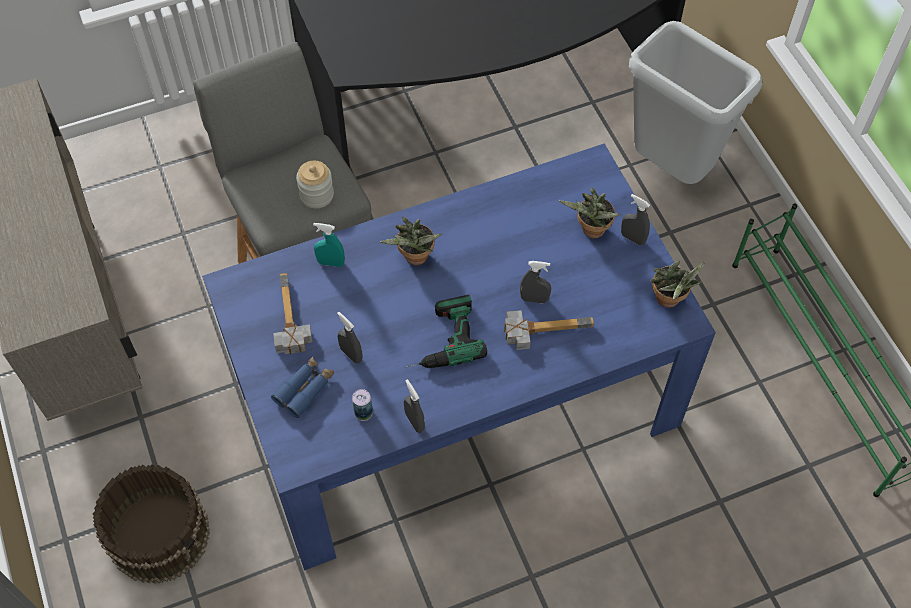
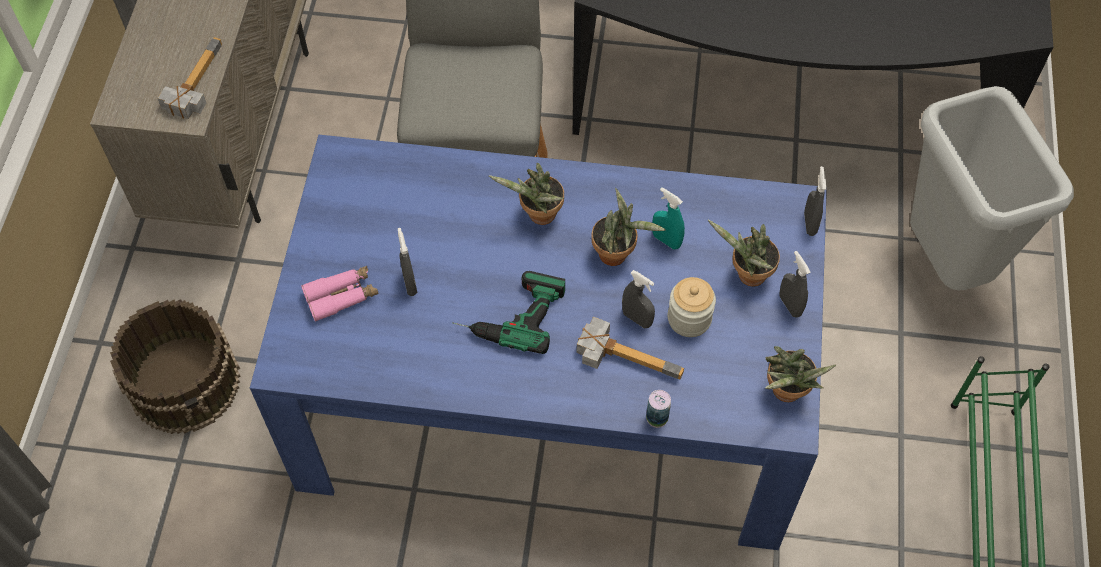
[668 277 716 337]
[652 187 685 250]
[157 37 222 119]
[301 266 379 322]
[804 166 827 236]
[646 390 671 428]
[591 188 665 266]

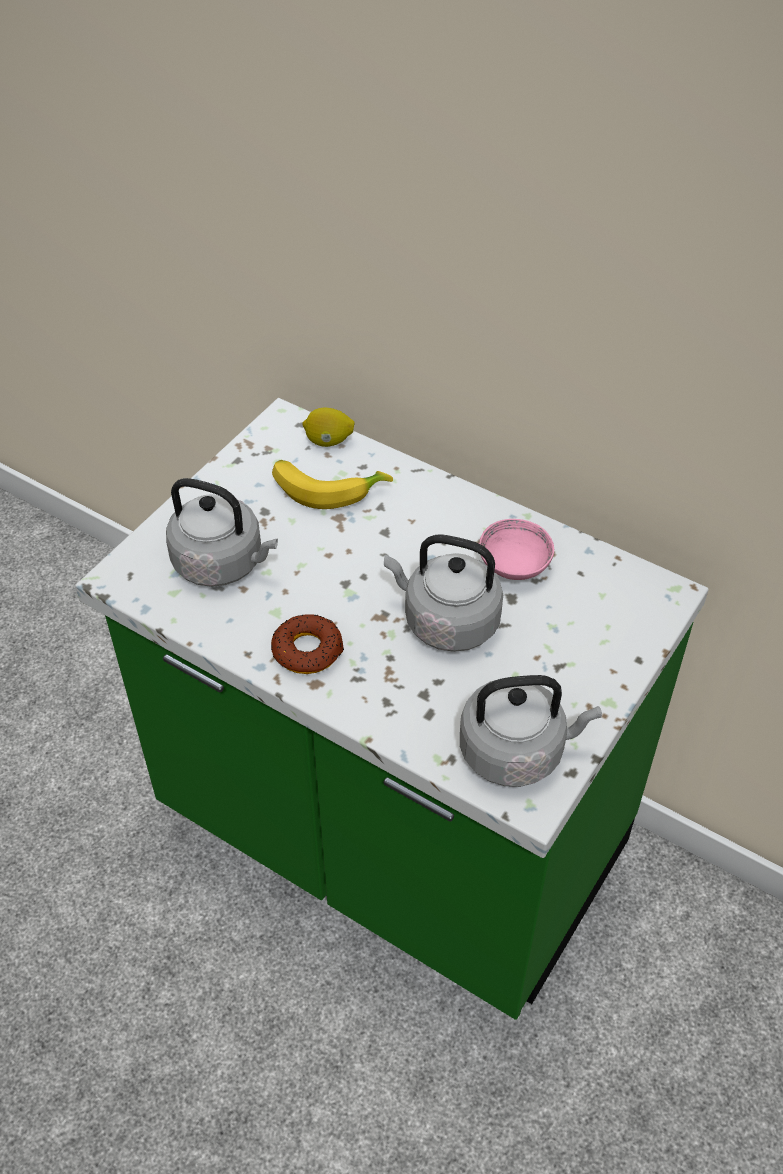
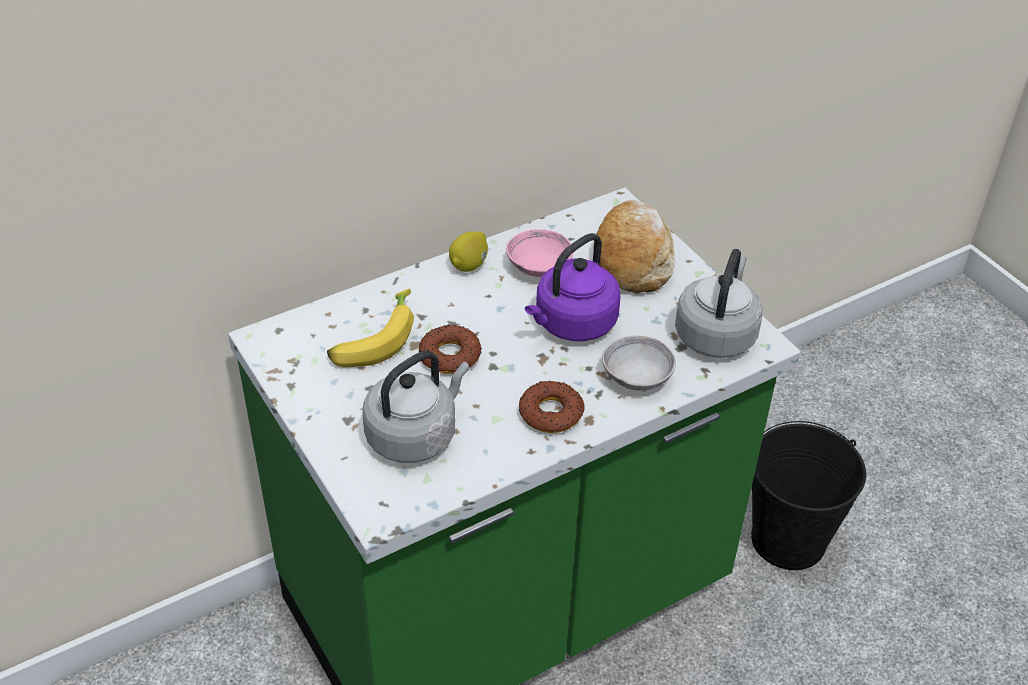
[449 231 488 272]
[525 233 621 341]
[593 200 675 293]
[419 325 482 374]
[602 336 676 391]
[751 421 866 570]

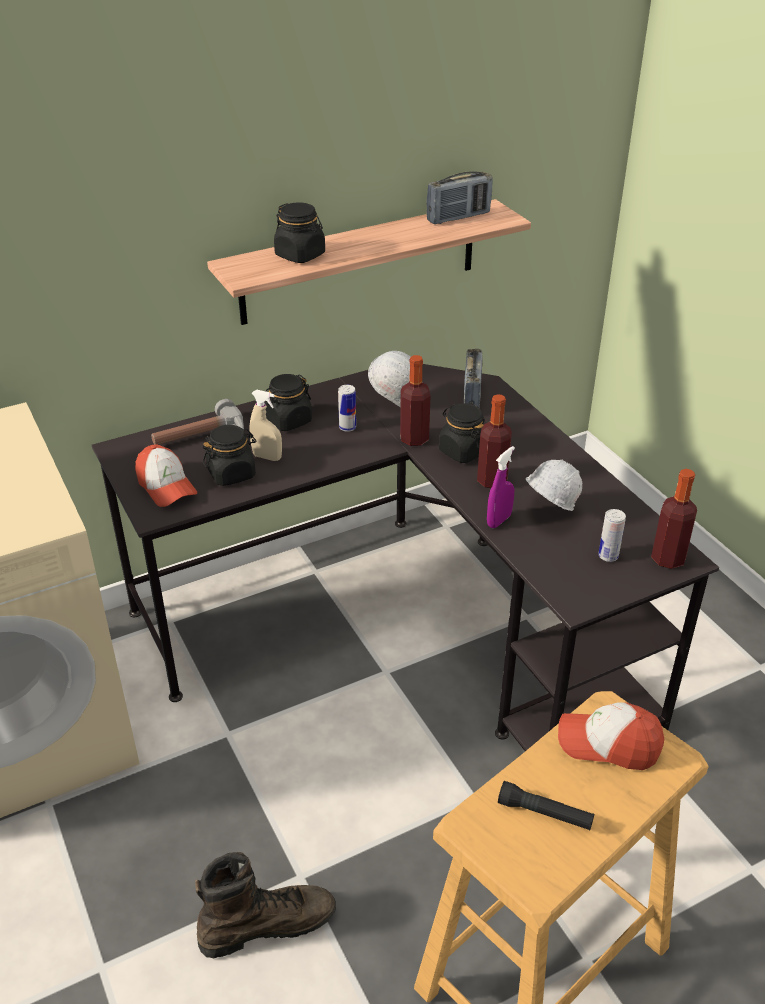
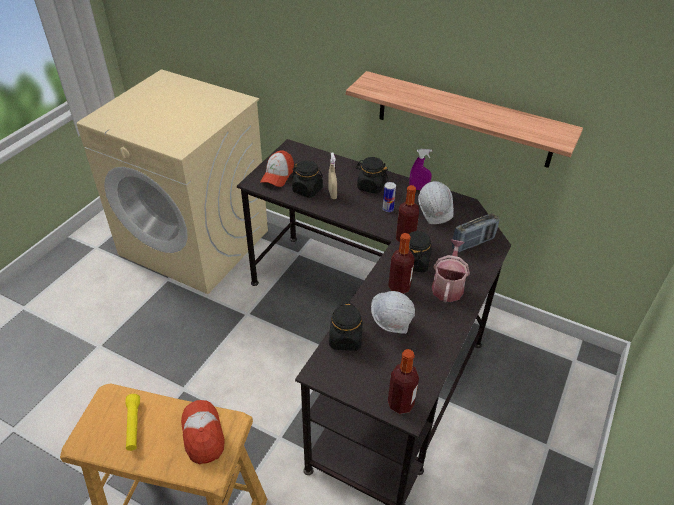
[426 171 493 224] (first image)
[329 303 363 351]
[151 399 244 445] (first image)
[409 149 432 190]
[598 509 626 562] (first image)
[125 394 140 451]
[195 852 336 958] (first image)
[432 240 470 302]

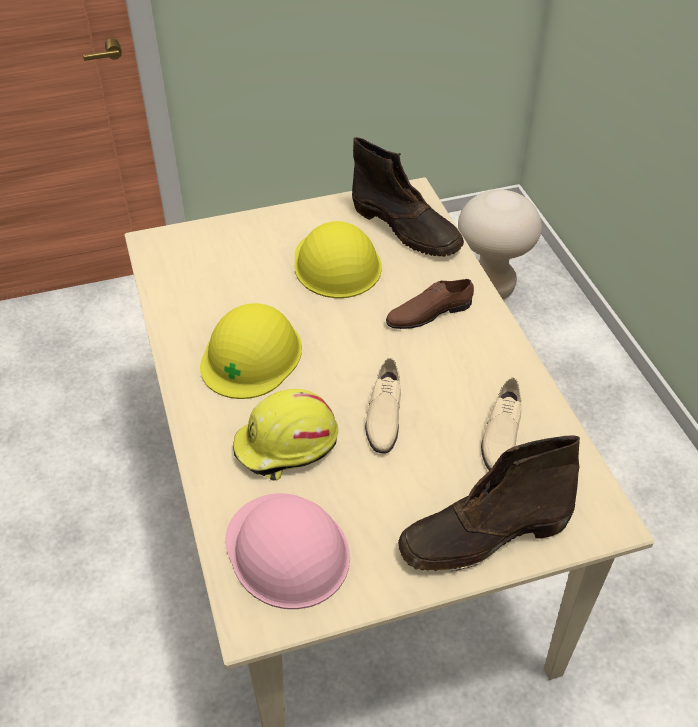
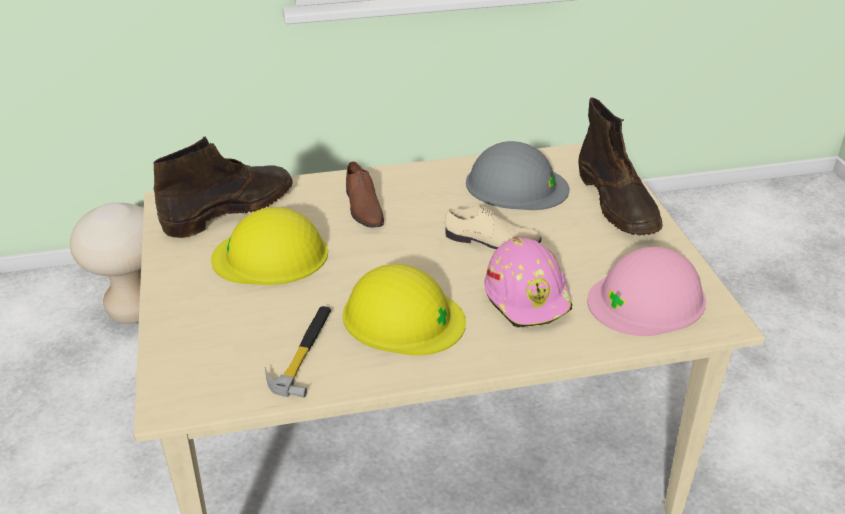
[466 141 570 210]
[484 237 573 328]
[265 306 331 398]

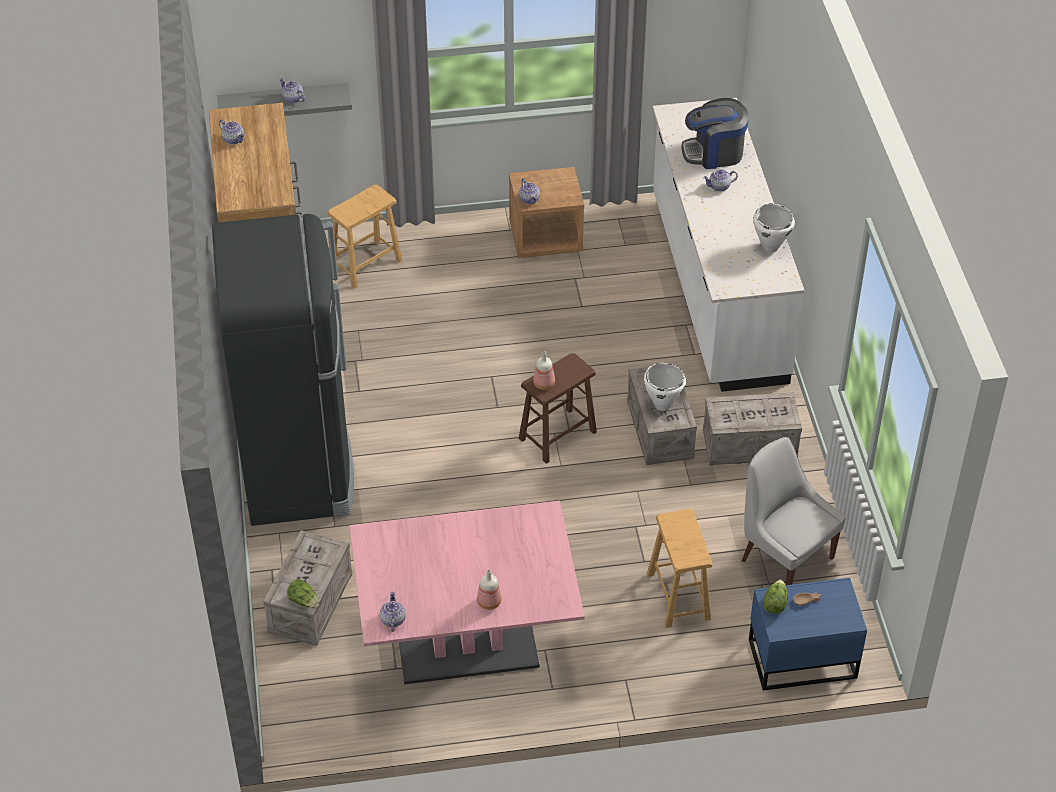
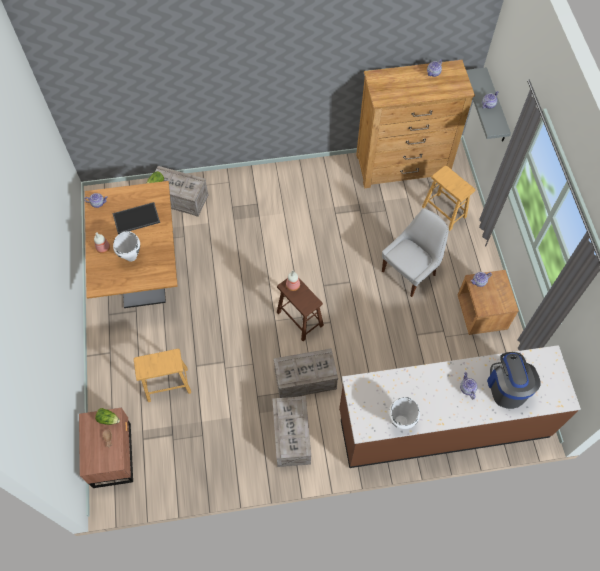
[339 345 581 468]
[212 214 354 526] (first image)
[113 231 140 262]
[382 208 449 297]
[85 181 178 308]
[79 408 133 488]
[113 202 160 234]

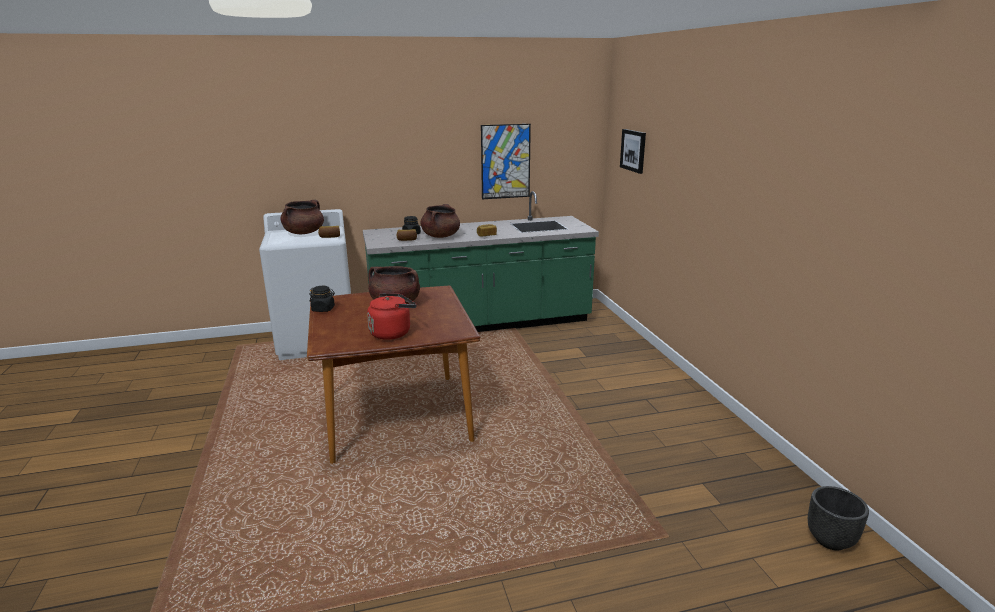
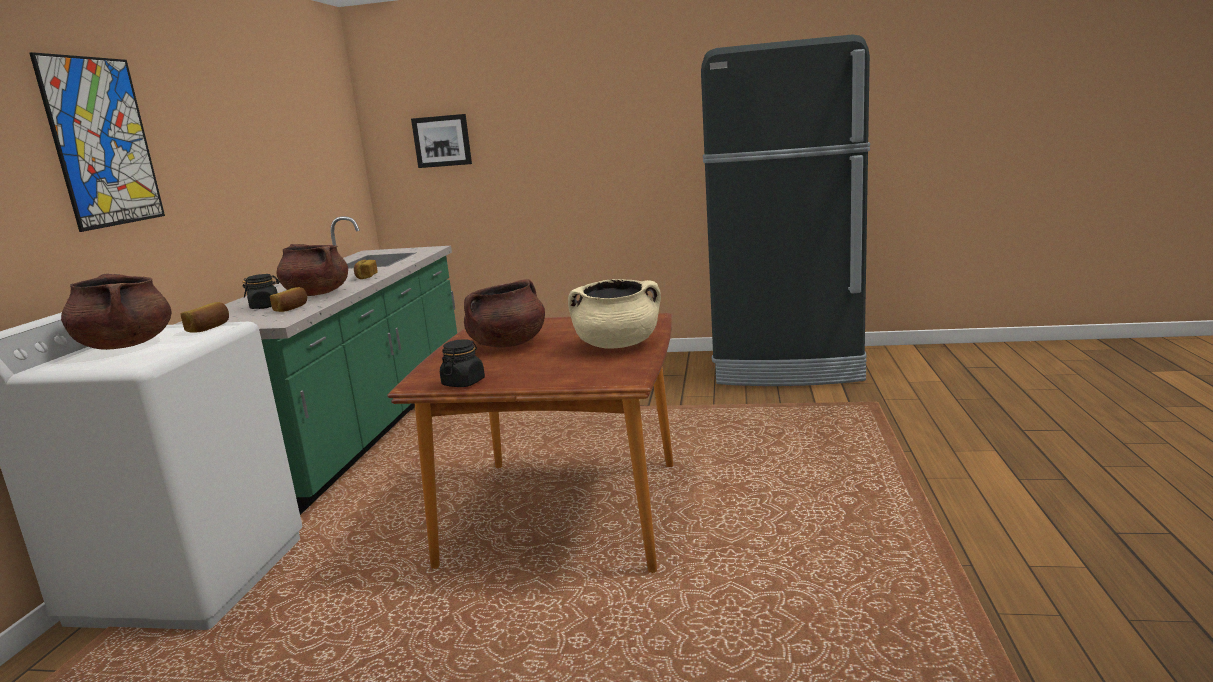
[29 52 165 232]
[568 279 661 348]
[808 486 869 550] (first image)
[701 34 870 386]

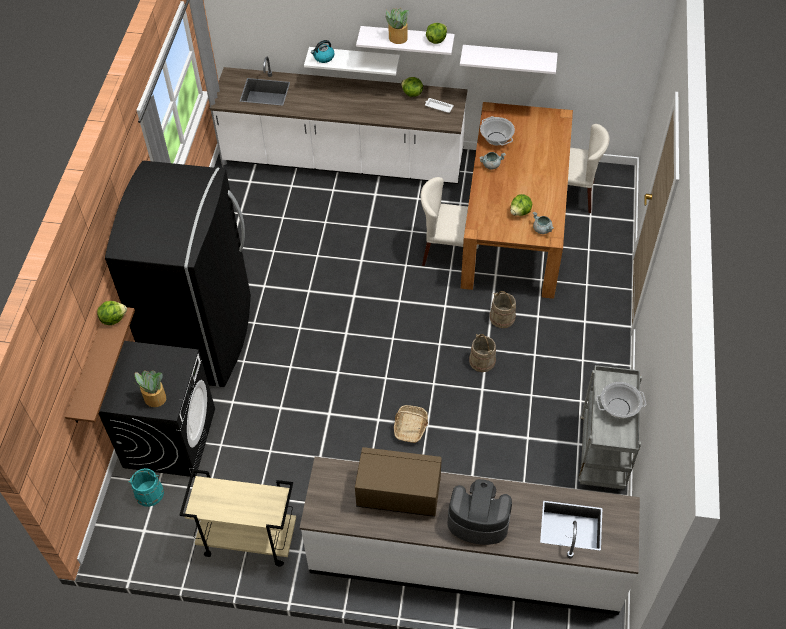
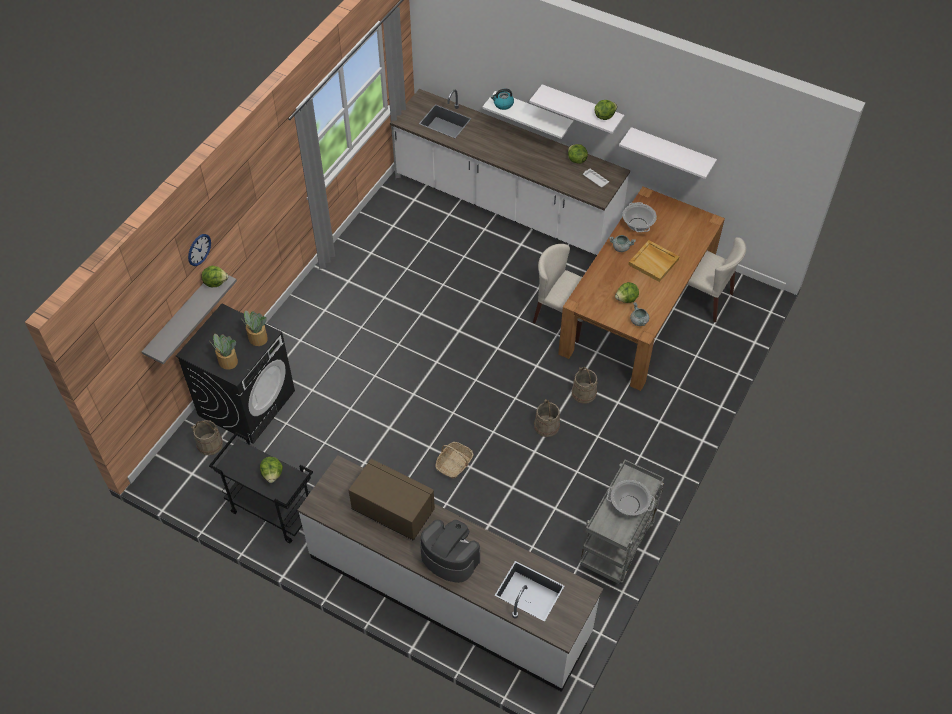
[241 310 268 346]
[105 161 251 387] (first image)
[142 275 237 364]
[191 420 223 455]
[209 432 313 543]
[188 234 211 266]
[629 240 680 282]
[260 457 283 483]

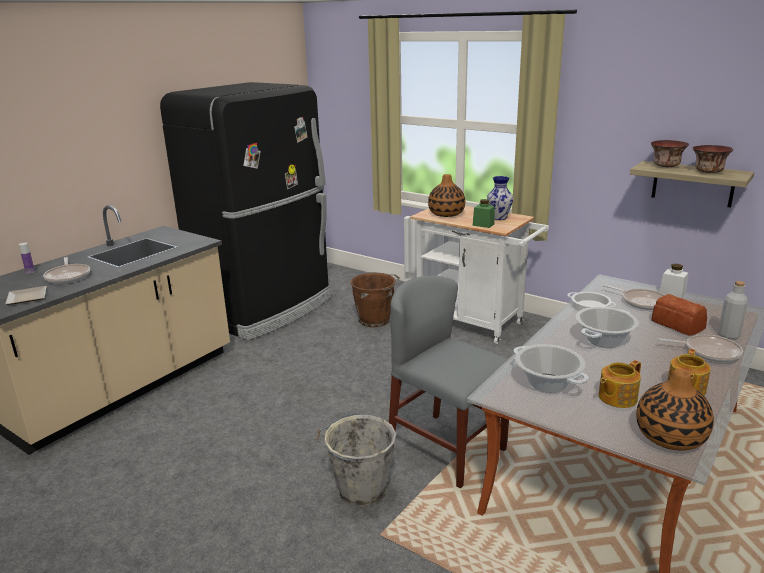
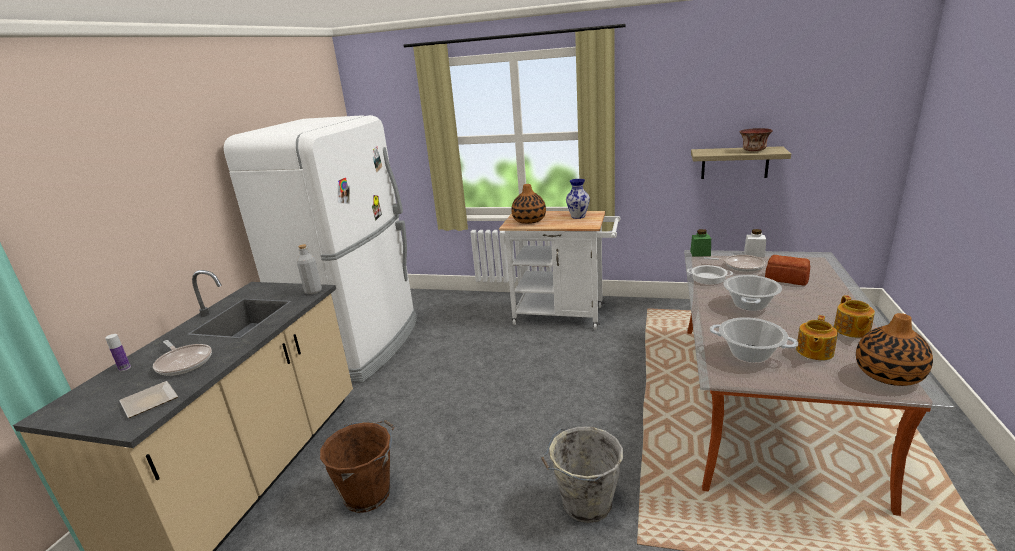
[224 115 417 382]
[651 140 689 167] (first image)
[690 229 711 257]
[320 420 394 513]
[389 276 509 488] (first image)
[297 244 322 294]
[657 334 743 362] (first image)

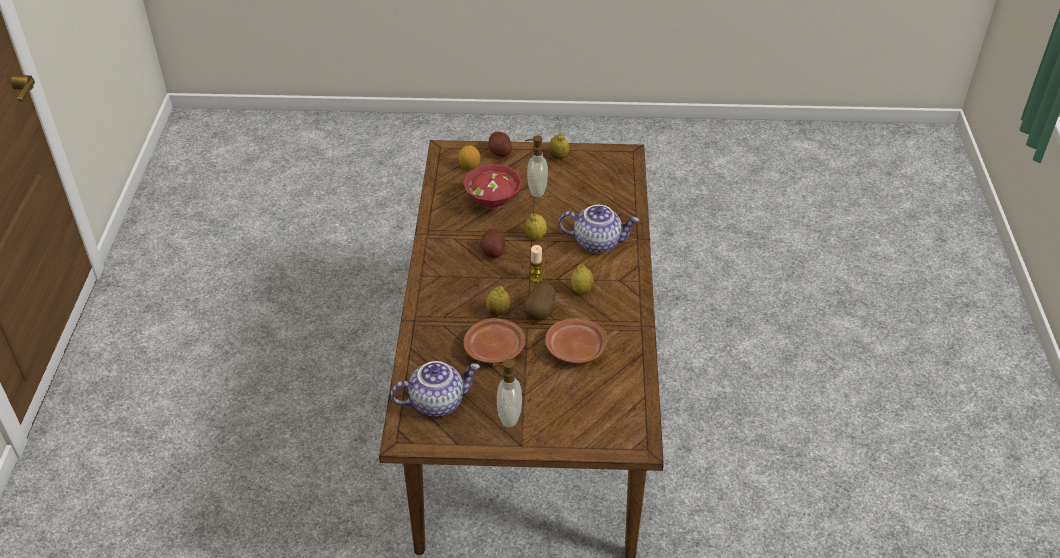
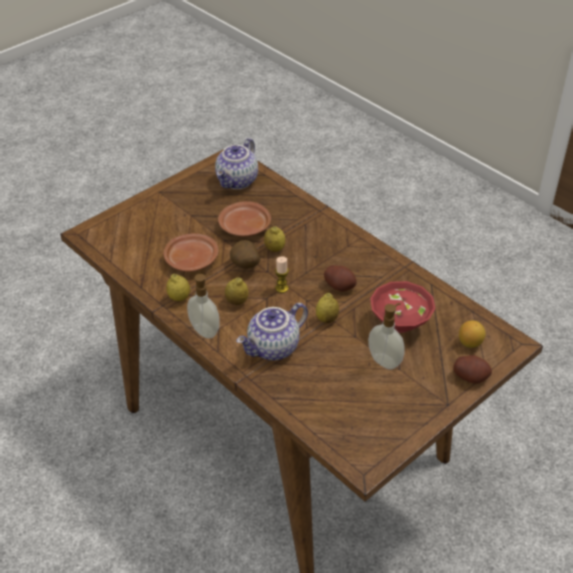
[166 274 190 301]
[187 273 220 339]

